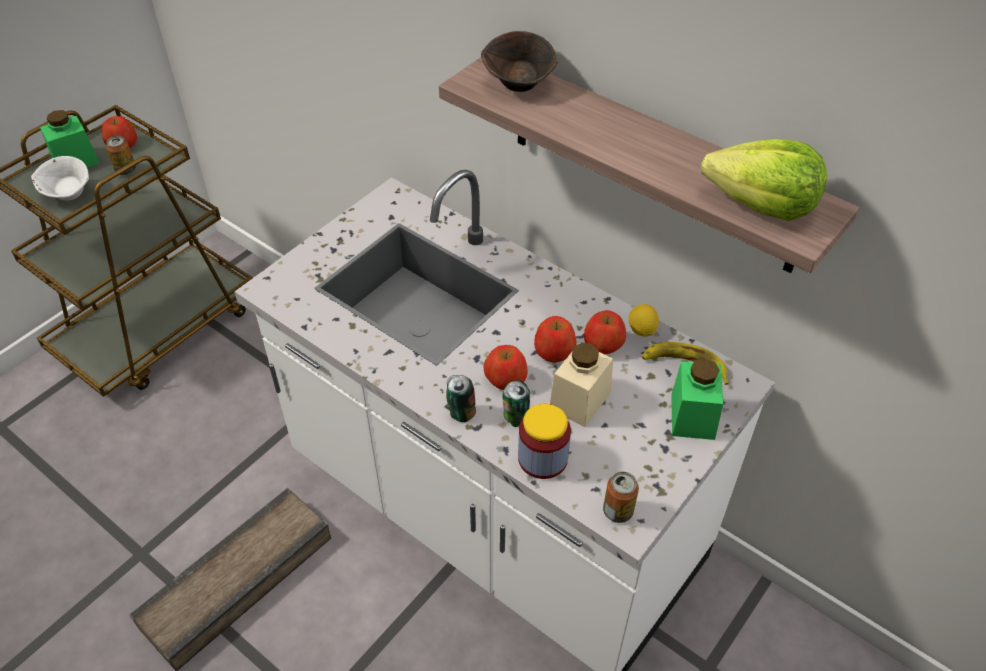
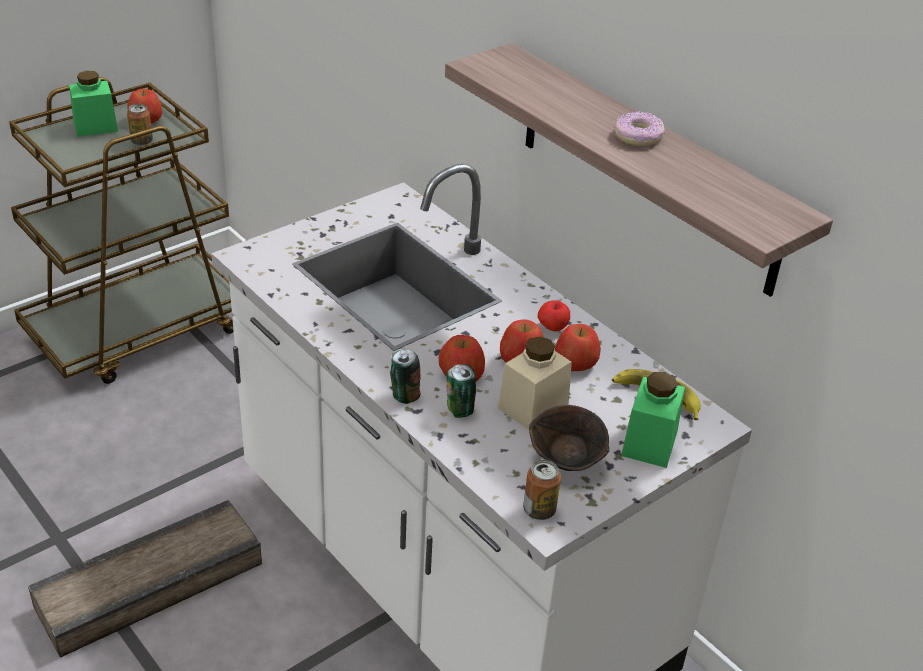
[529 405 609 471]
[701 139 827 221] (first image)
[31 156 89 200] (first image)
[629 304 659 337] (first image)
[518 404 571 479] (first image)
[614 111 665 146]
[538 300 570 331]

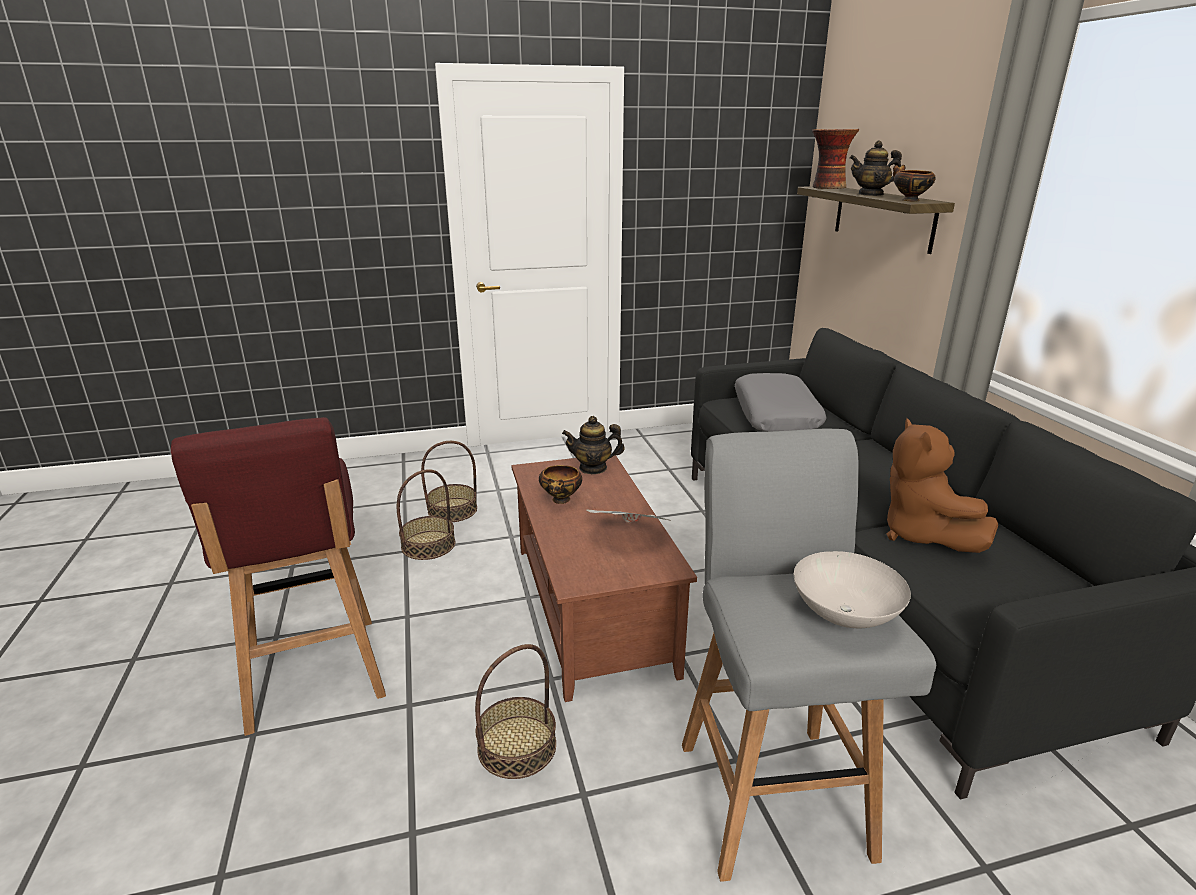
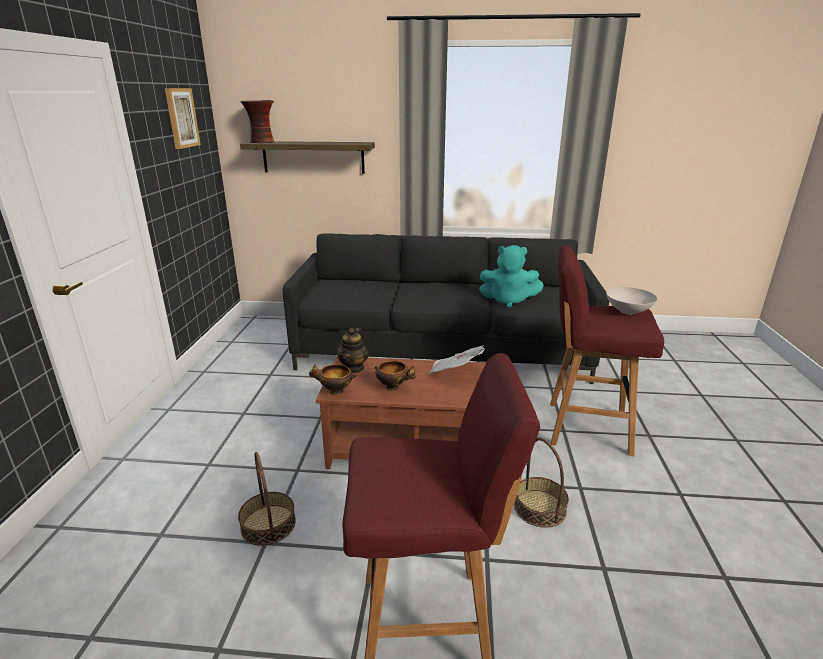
[850 140 902 196] (first image)
[309 364 356 395]
[735 373 827 432] (first image)
[479 245 544 308]
[550 245 664 456]
[421 441 477 522] (first image)
[165 88 201 149]

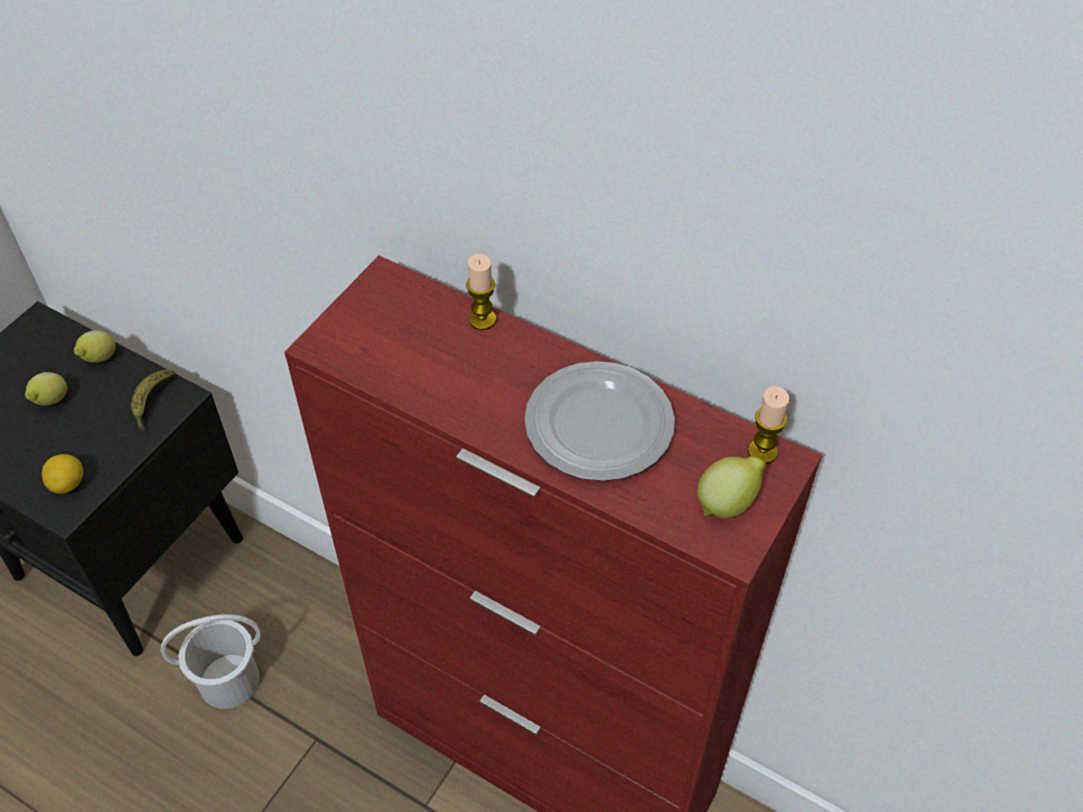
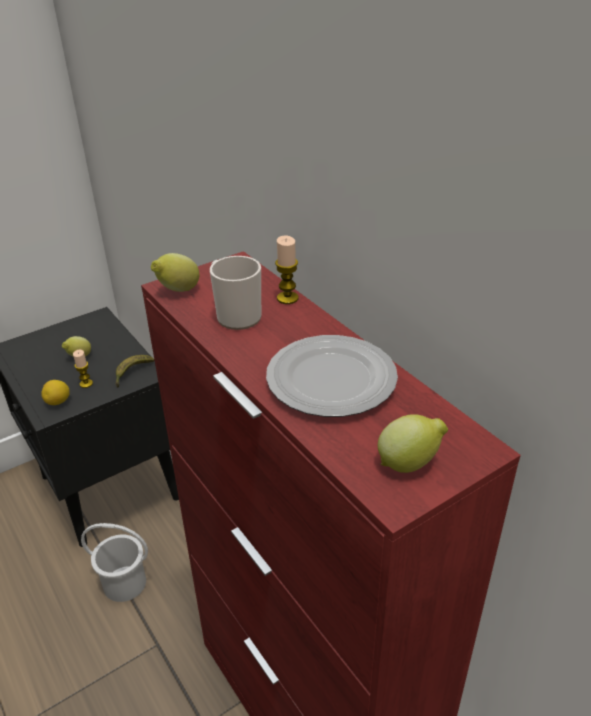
[151 253 199 292]
[73 350 93 388]
[210 256 261 330]

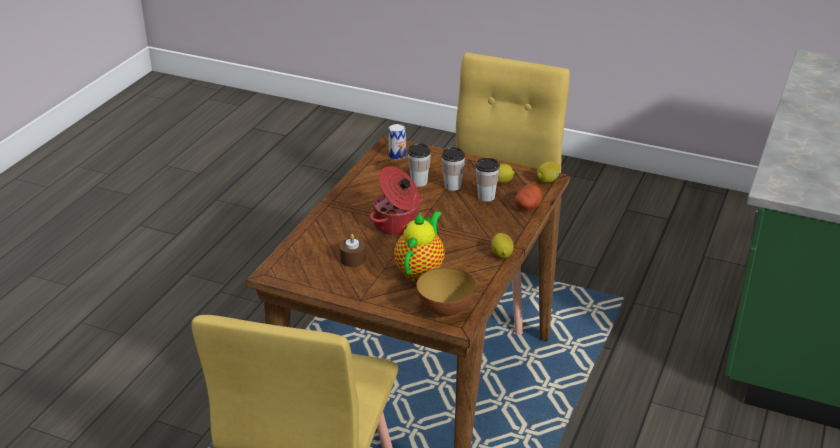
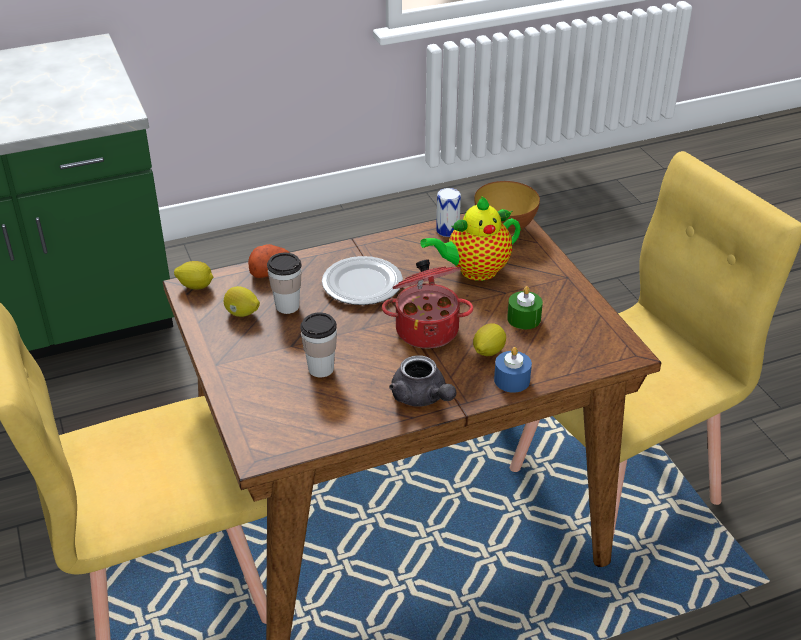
[436 188 461 237]
[442 147 465 191] (first image)
[473 323 506 356]
[507 286 543 329]
[322 256 403 305]
[494 347 532 393]
[389 355 456 407]

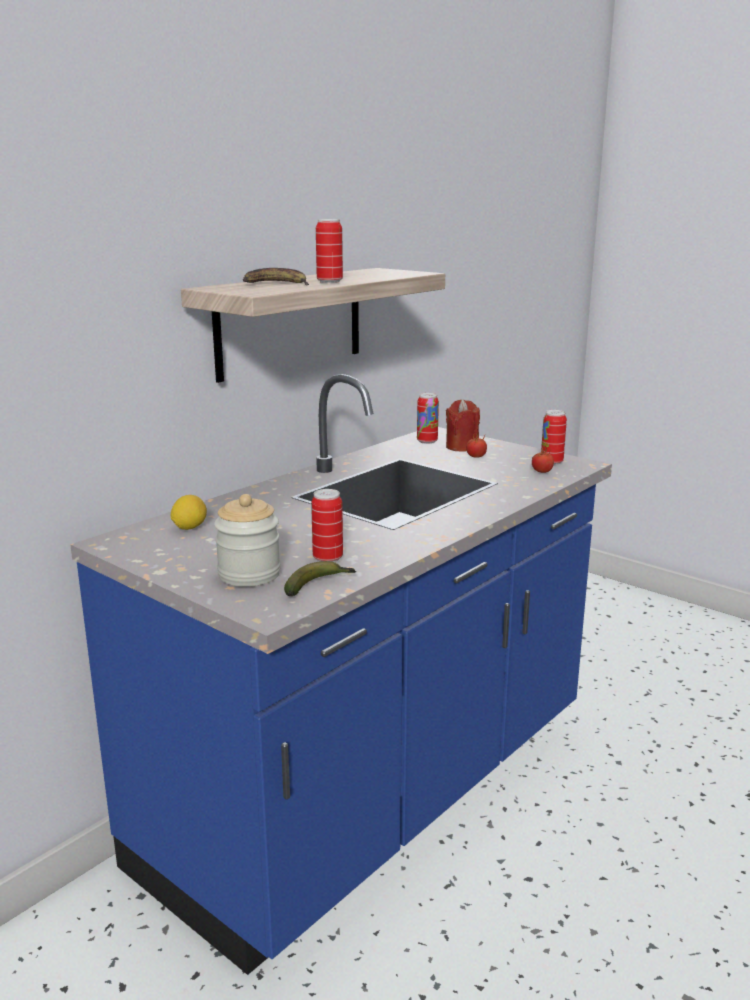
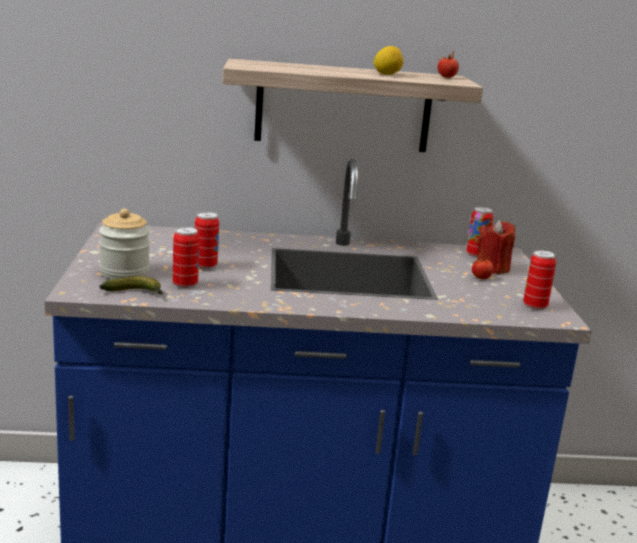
[195 212 219 270]
[243 268 309 285] (first image)
[438 52 459 78]
[374 46 404 75]

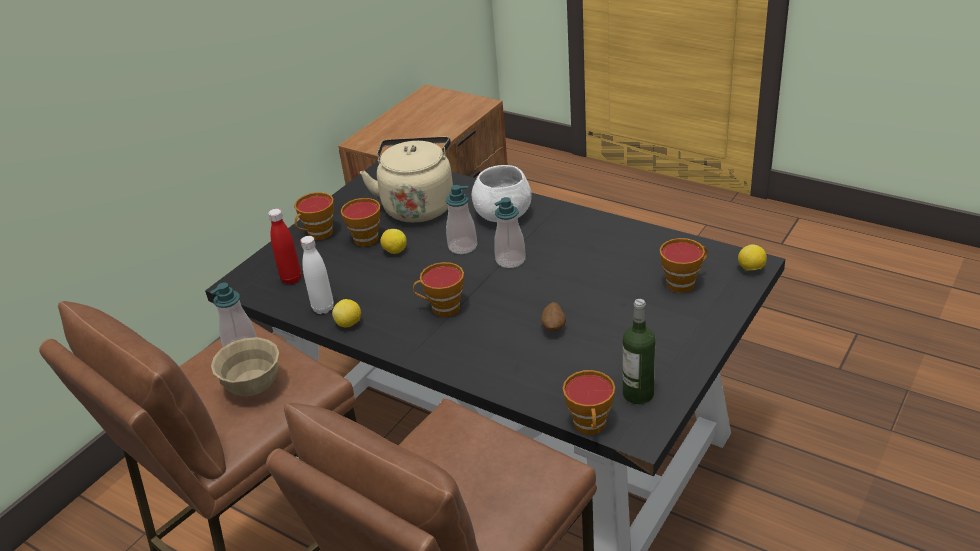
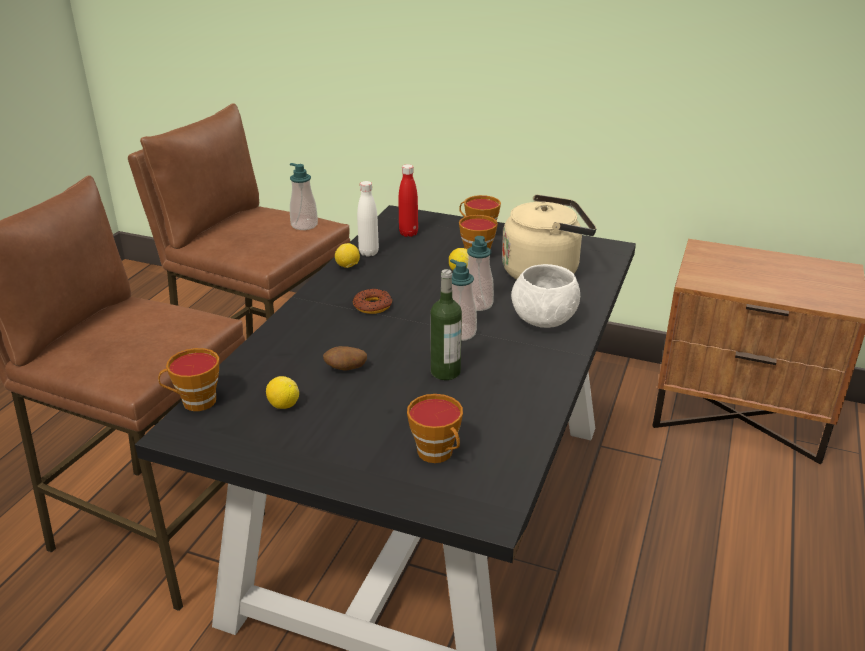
[266 376 299 409]
[353 288 392 314]
[431 269 462 380]
[211 337 279 396] (first image)

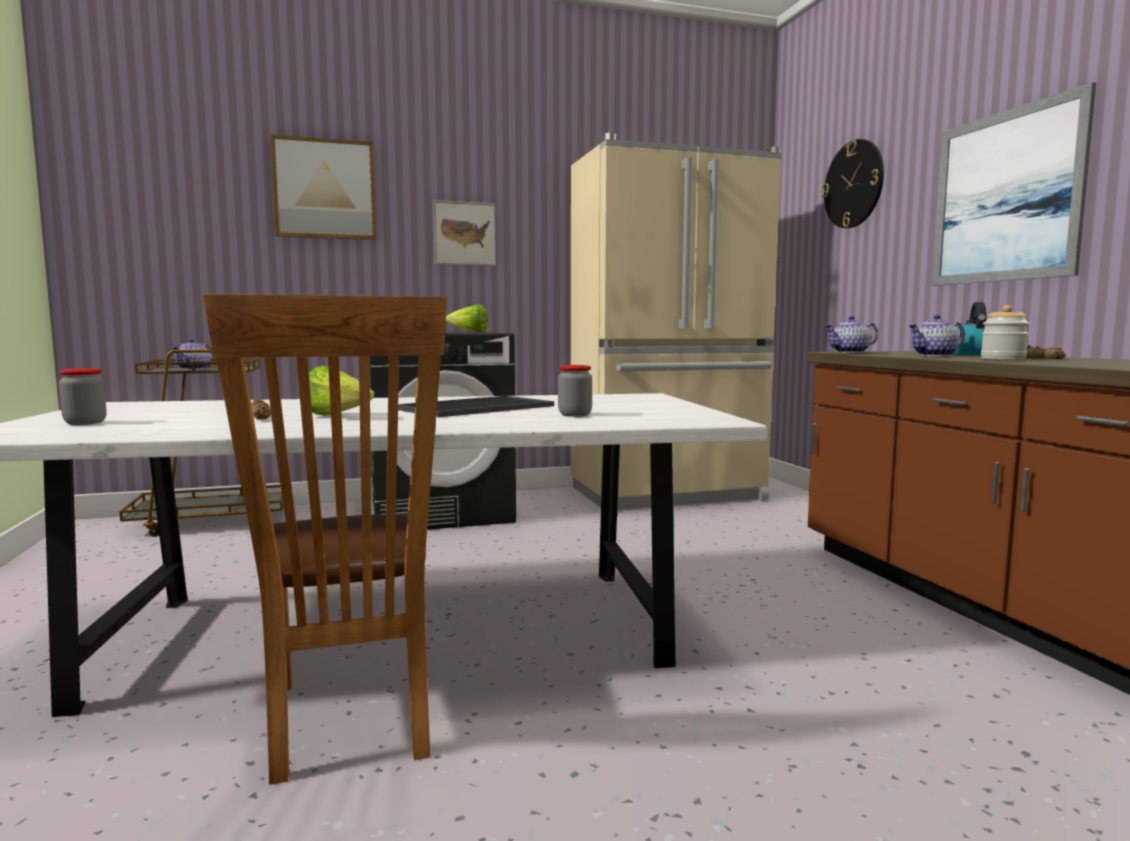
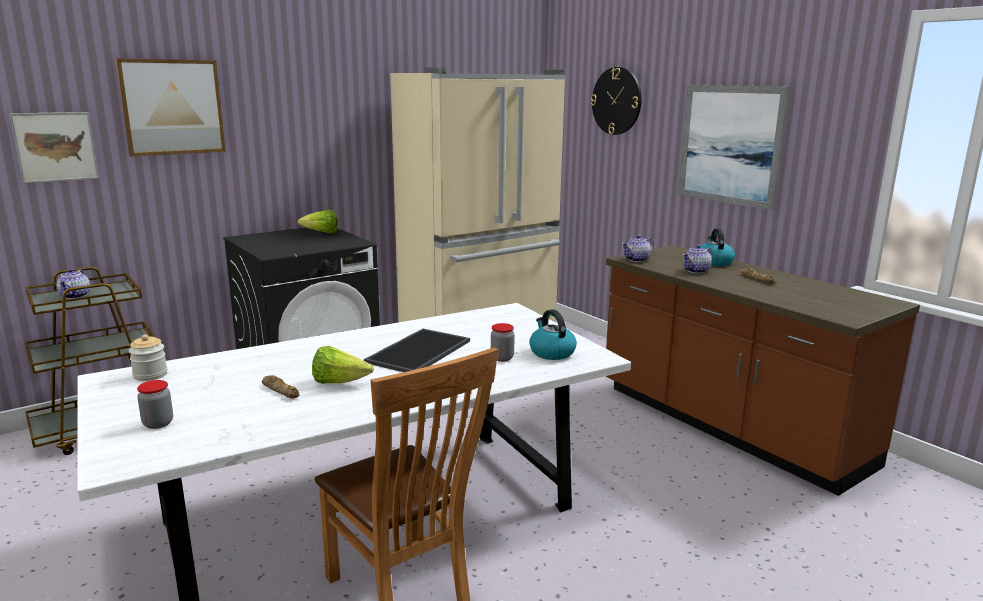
[10 112 99 184]
[129 334 167 381]
[529 309 577 360]

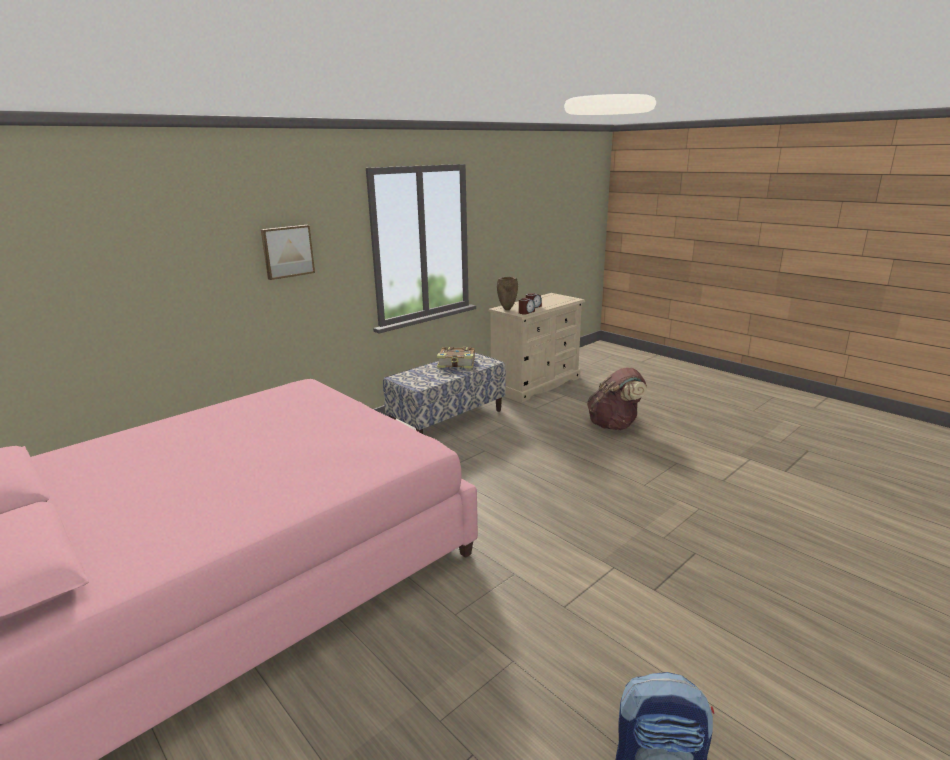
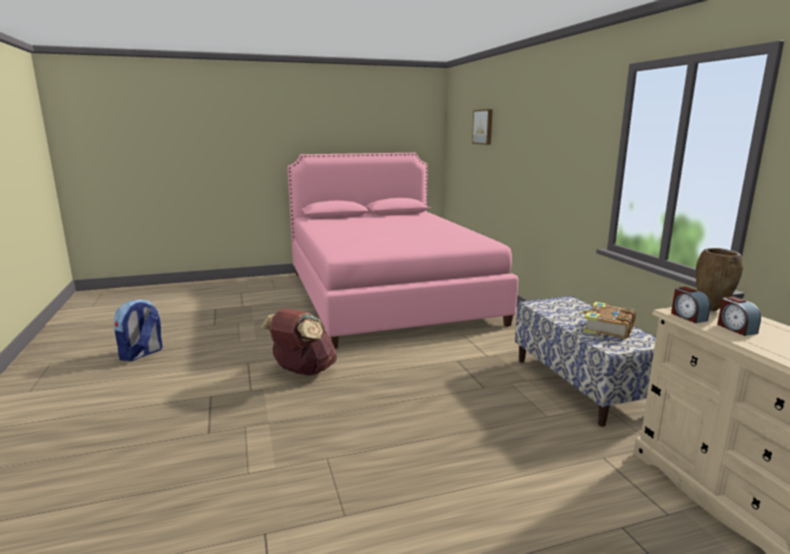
[472 109 493 145]
[261 308 337 375]

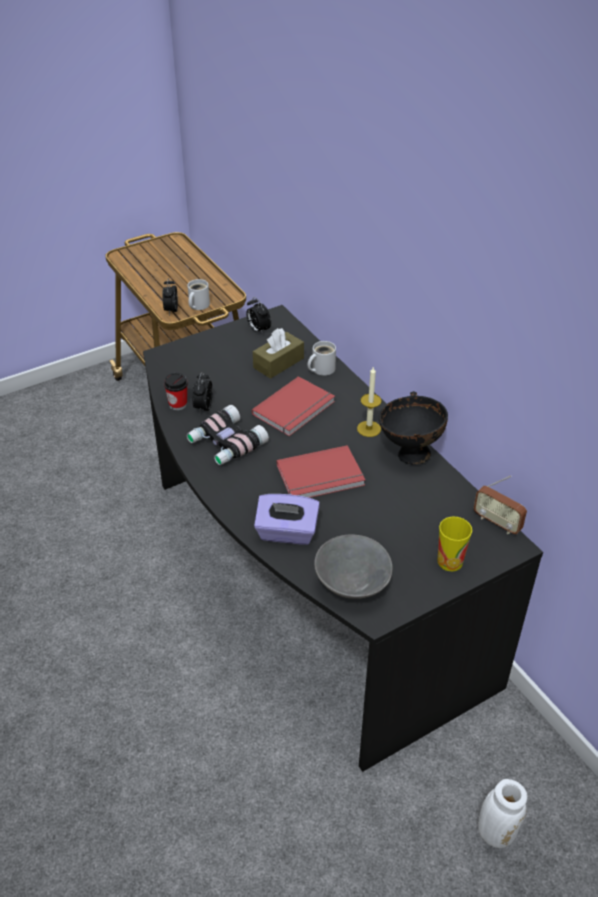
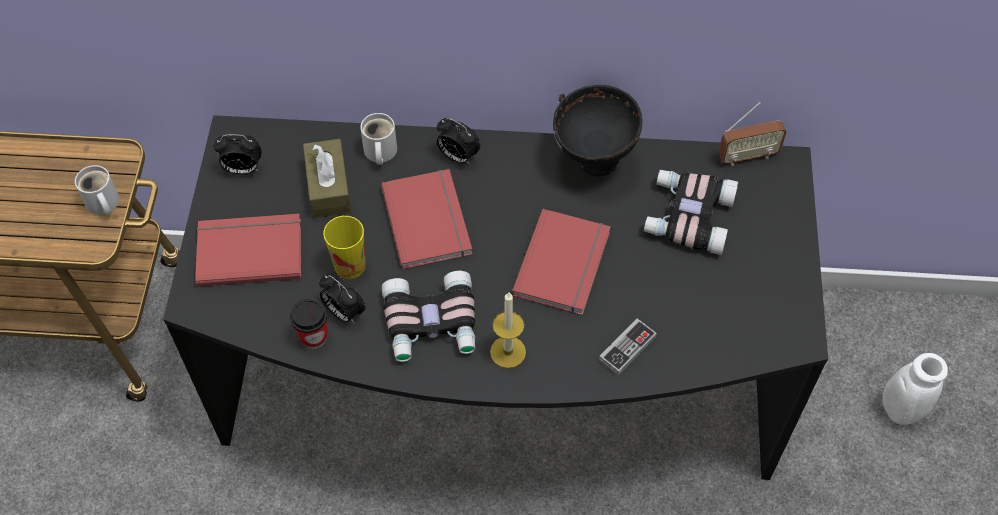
[437 118 481 165]
[490 292 526 368]
[599 318 657 375]
[323 216 366 279]
[314 534 392 599] (first image)
[644 170 738 255]
[195 214 302 287]

